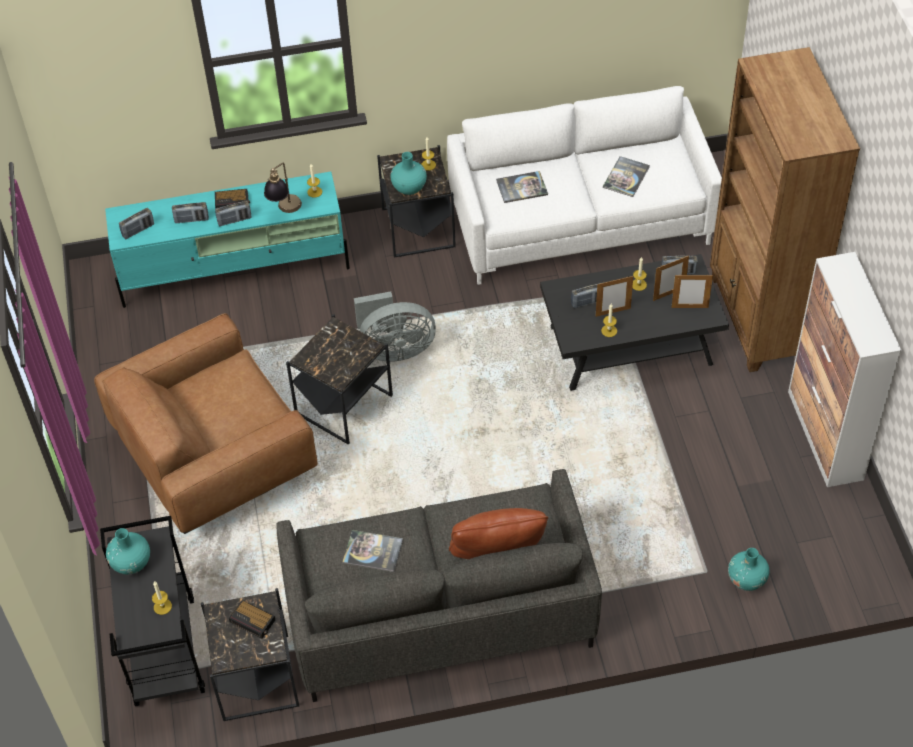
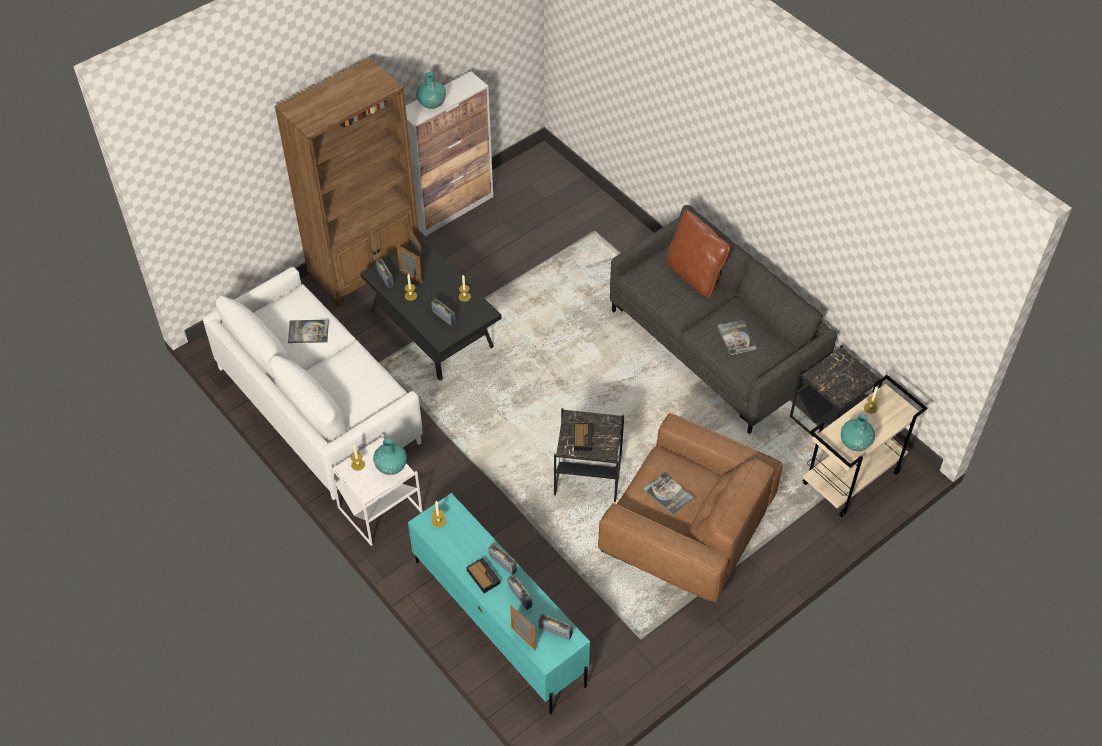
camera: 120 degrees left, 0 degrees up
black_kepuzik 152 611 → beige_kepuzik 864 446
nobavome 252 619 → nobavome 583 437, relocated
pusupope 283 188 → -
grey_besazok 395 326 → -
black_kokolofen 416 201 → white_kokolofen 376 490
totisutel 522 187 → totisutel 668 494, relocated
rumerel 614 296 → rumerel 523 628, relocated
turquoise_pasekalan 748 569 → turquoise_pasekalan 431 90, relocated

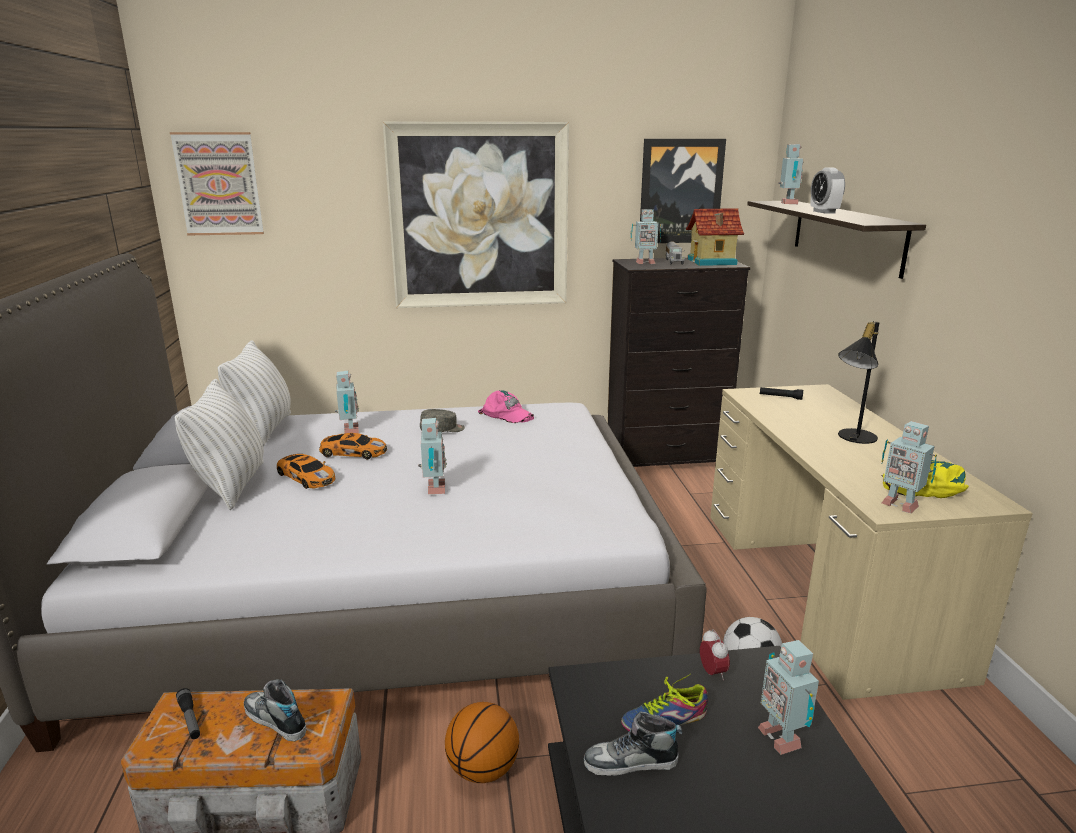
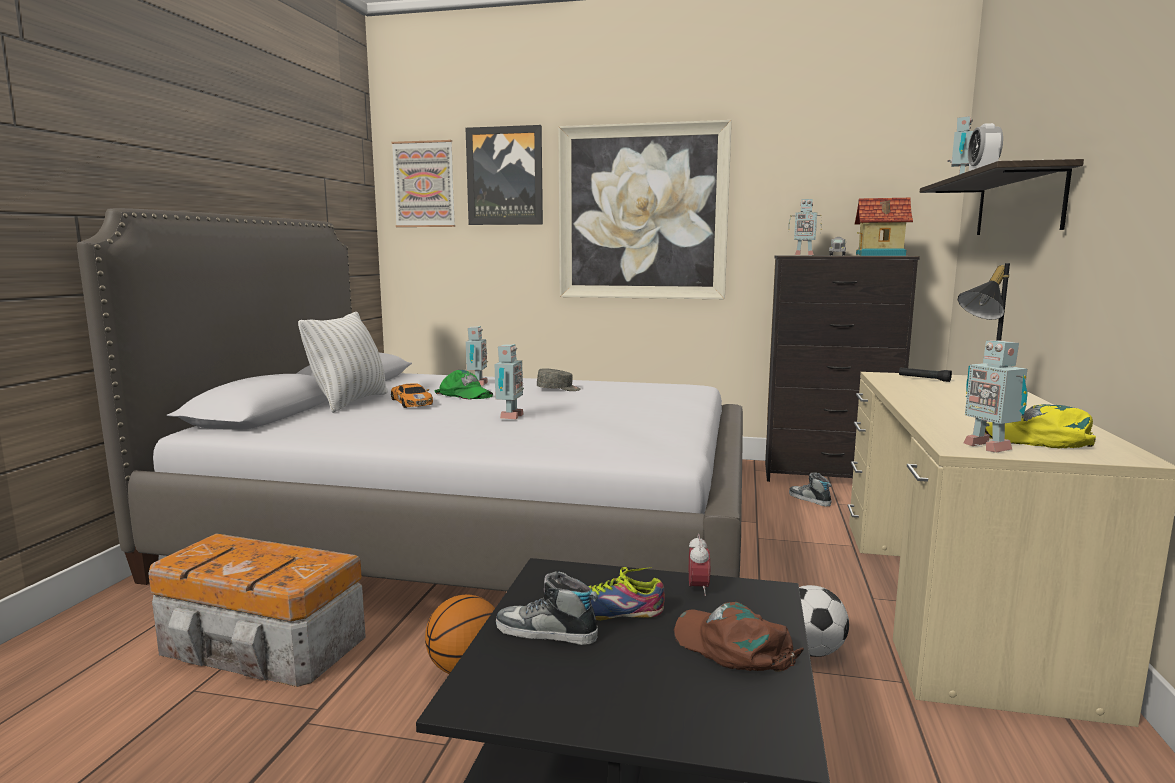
camera: 20 degrees right, 10 degrees down
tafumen 188 713 → -
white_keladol 254 393 → -
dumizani 275 710 → dumizani 810 489, relocated
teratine 353 446 → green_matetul 463 384
pink_matetul 506 406 → -
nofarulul 683 191 → nofarulul 504 175, relocated
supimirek 788 697 → brown_matetul 739 637

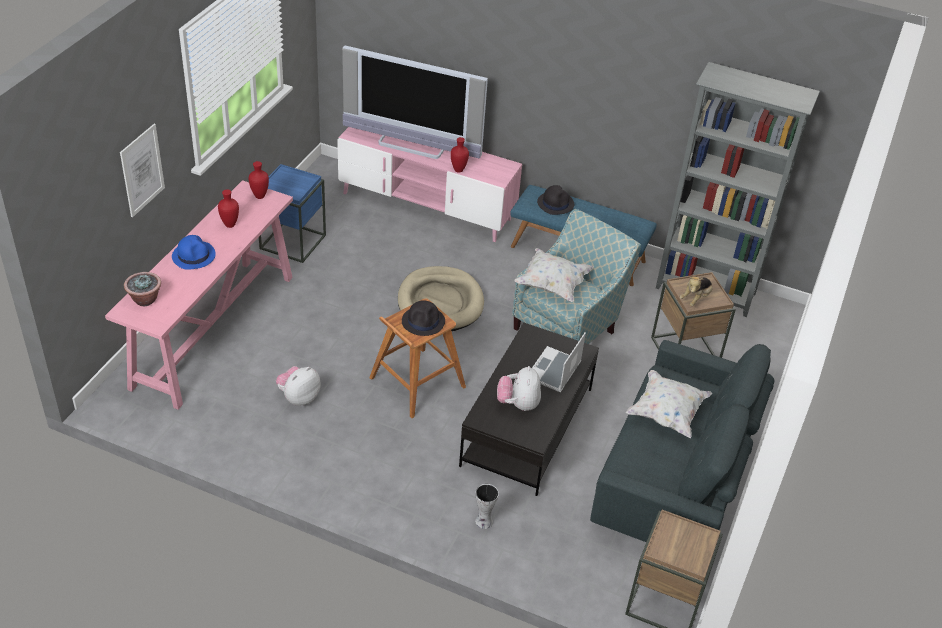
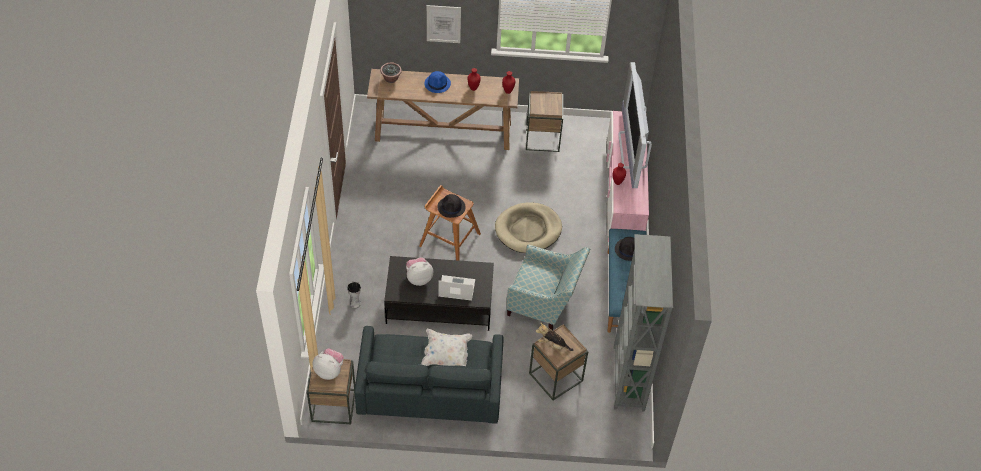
camera: 70 degrees right, 10 degrees up
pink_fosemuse 199 295 → brown_fosemuse 443 109
blue_kokolofen 292 213 → brown_kokolofen 544 121
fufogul 298 386 → fufogul 328 364, relocated
white_keladol 554 275 → -

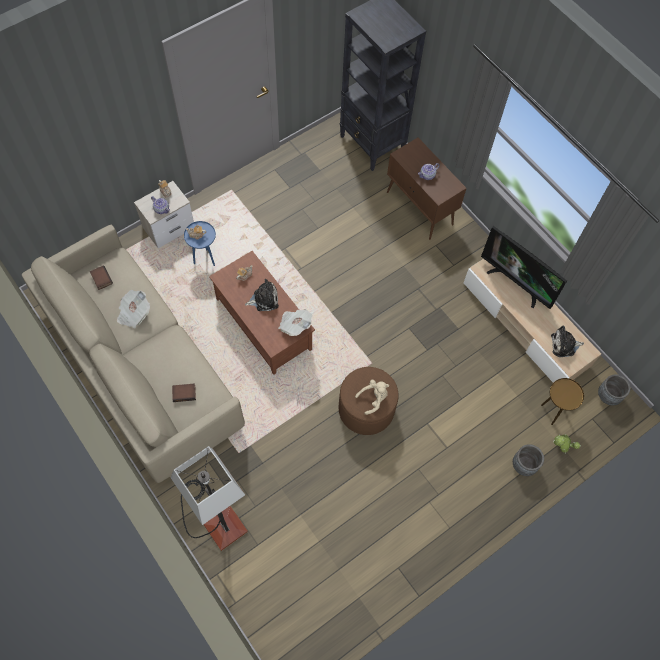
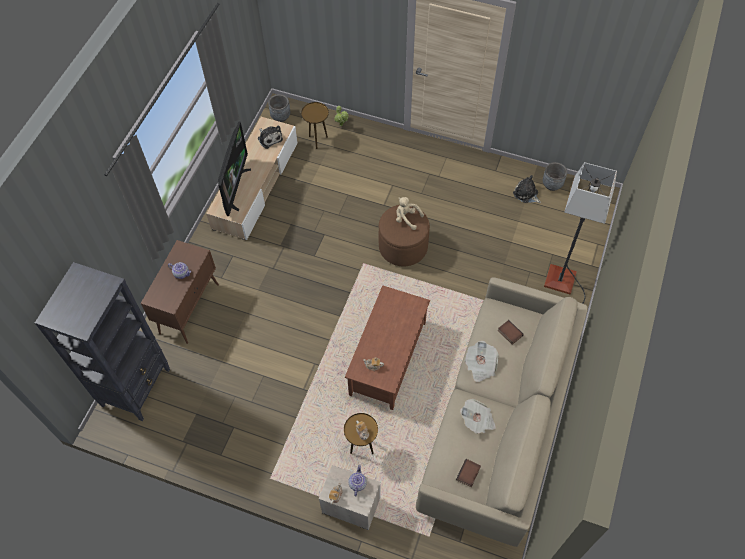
camera: 120 degrees left, 5 degrees down
blue_kokolofen 200 243 → brown_kokolofen 361 433
fufogul 262 295 → fufogul 527 189, relocated
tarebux 295 322 → tarebux 482 361, relocated
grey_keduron 528 460 → grey_keduron 554 176, relocated

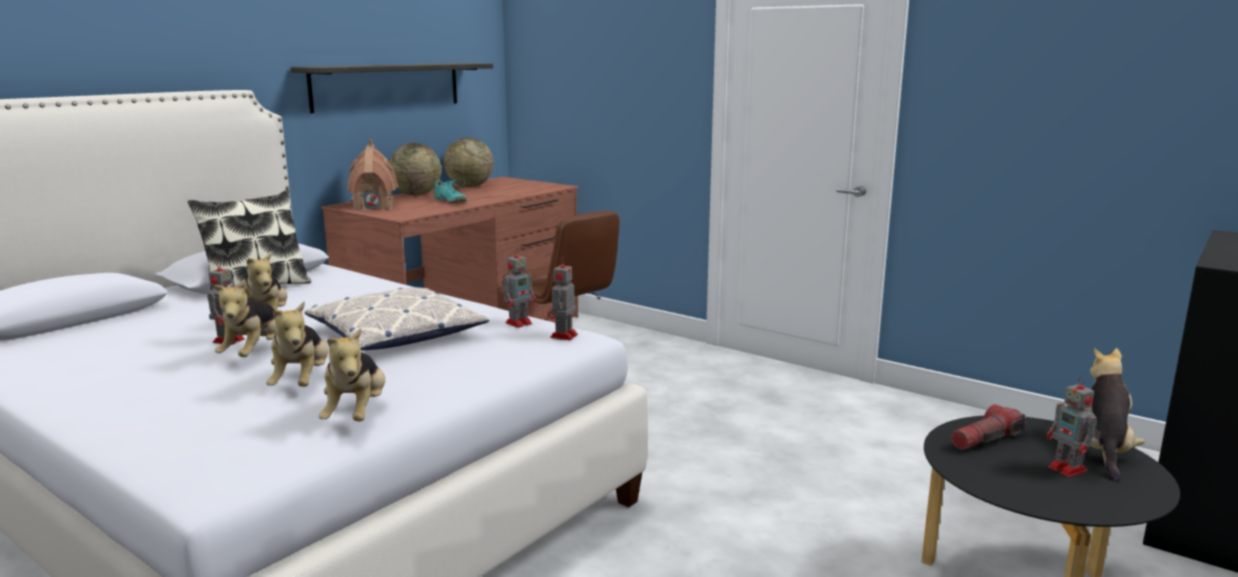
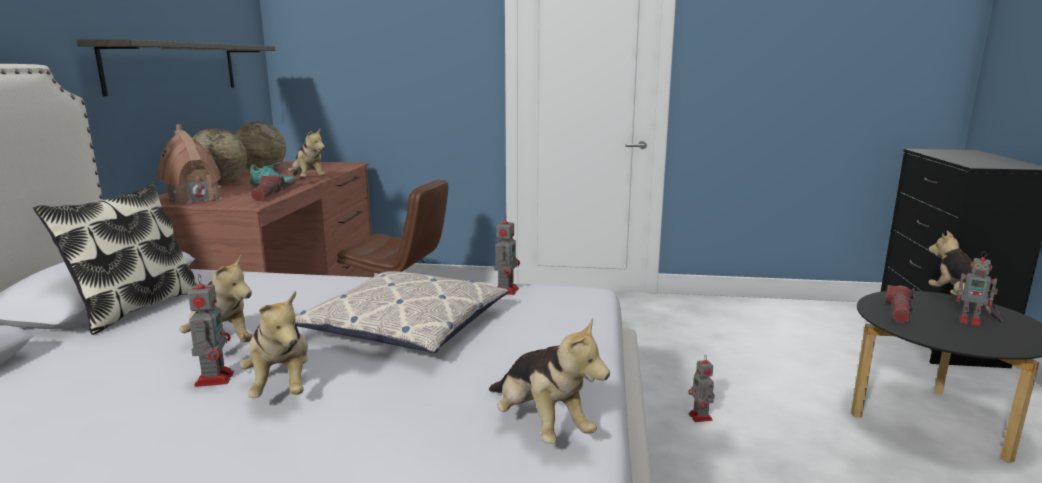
camera: 30 degrees left, 0 degrees up
fufogul 297 344 → fufogul 306 153, relocated
supimirek 562 298 → supimirek 701 388, relocated
- → tafumen 268 188

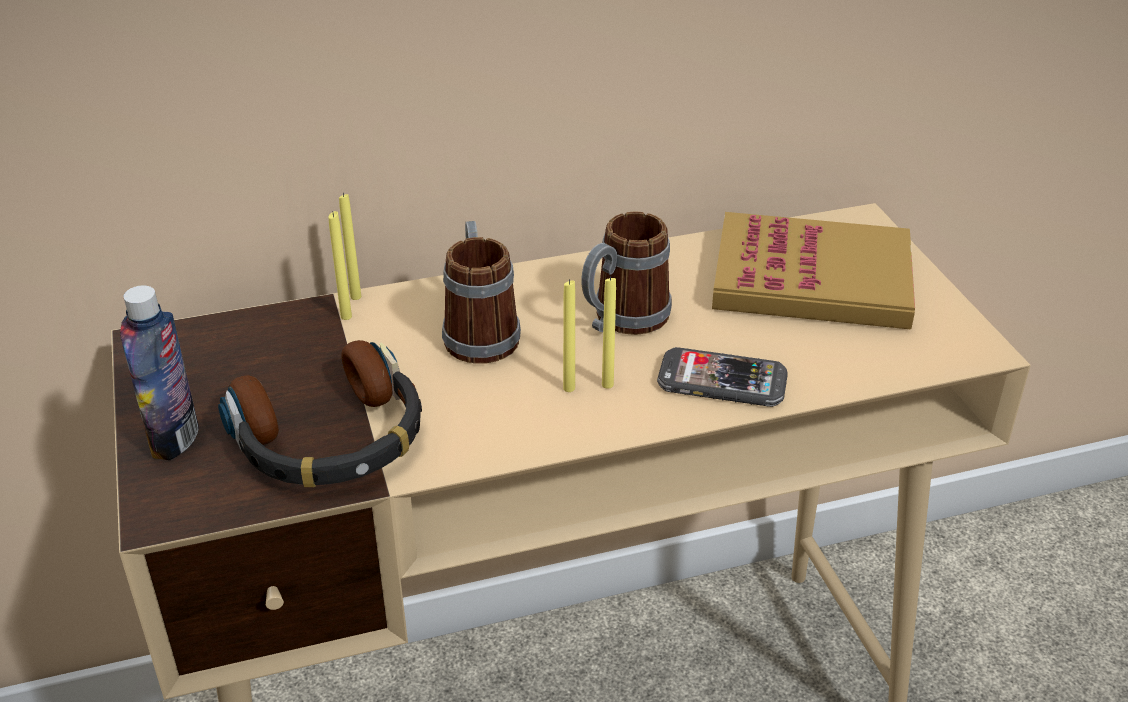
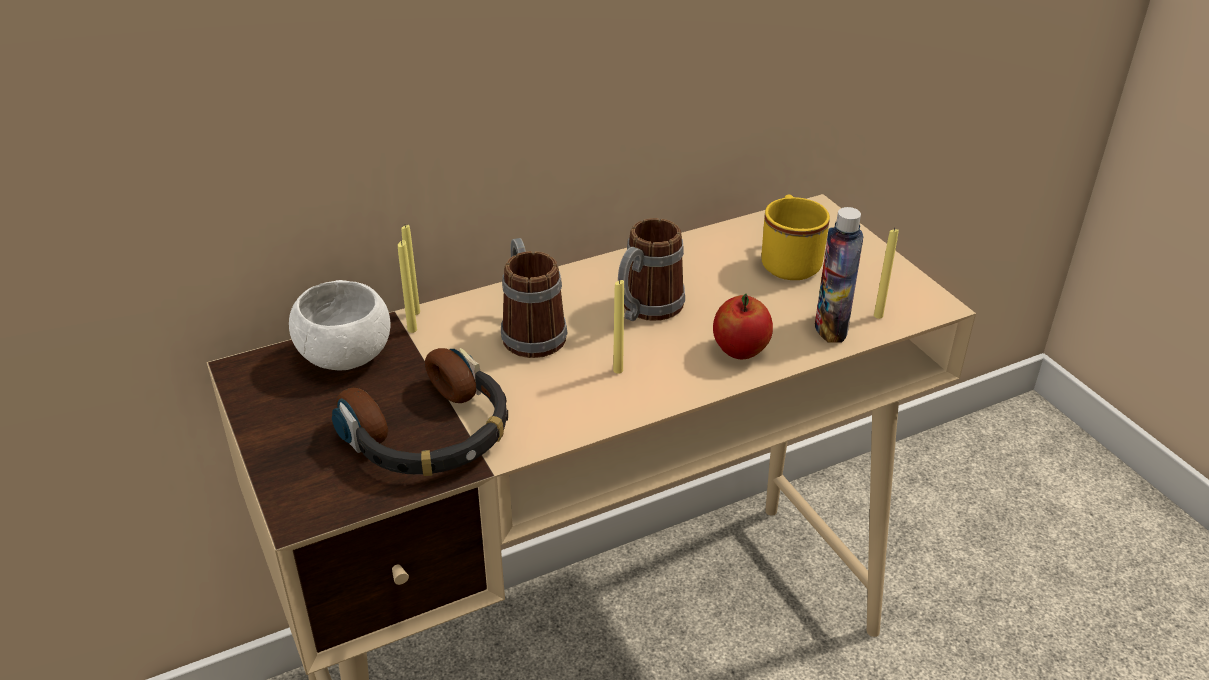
camera: 10 degrees left, 0 degrees up
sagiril 159 372 → sagiril 839 275, relocated
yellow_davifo 609 332 → yellow_davifo 886 273, relocated
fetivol 722 377 → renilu 743 326
totisutel 813 271 → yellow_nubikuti 795 237
- → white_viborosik 339 325

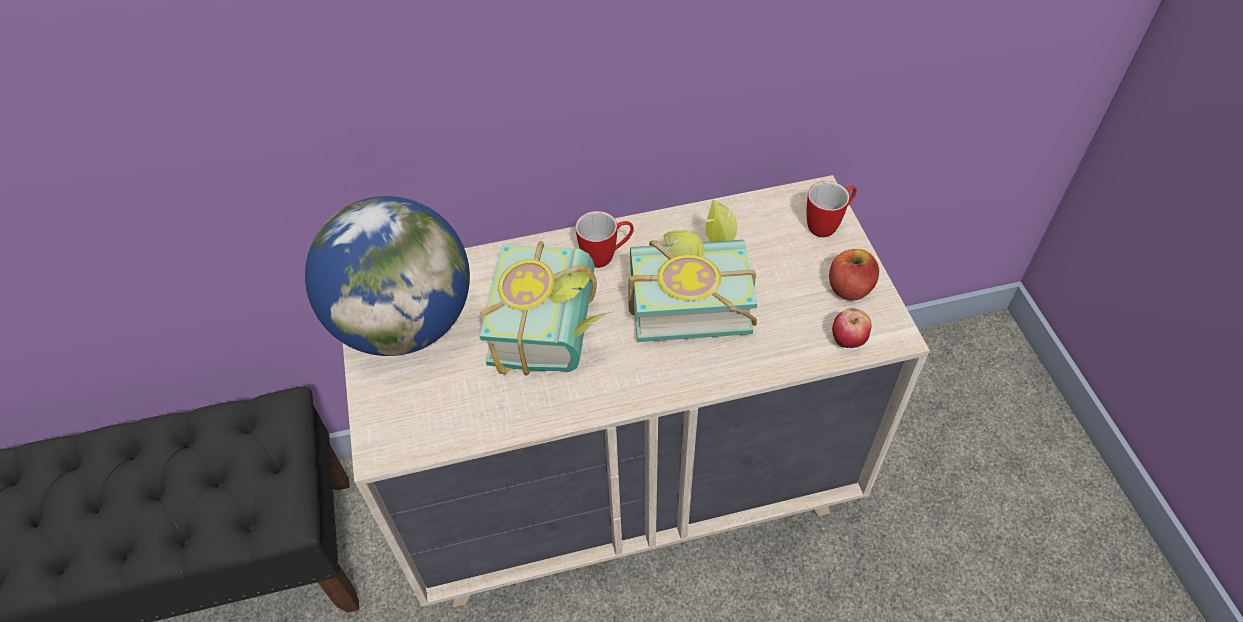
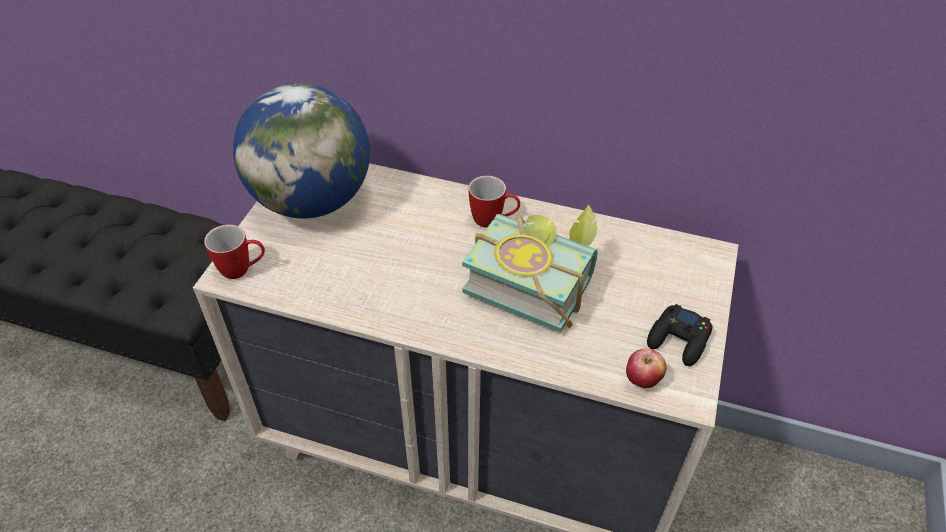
camera: 30 degrees right, 5 degrees down
totisutel 545 308 → -
nubikuti 831 209 → nubikuti 234 251, relocated
renilu 854 274 → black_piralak 679 335

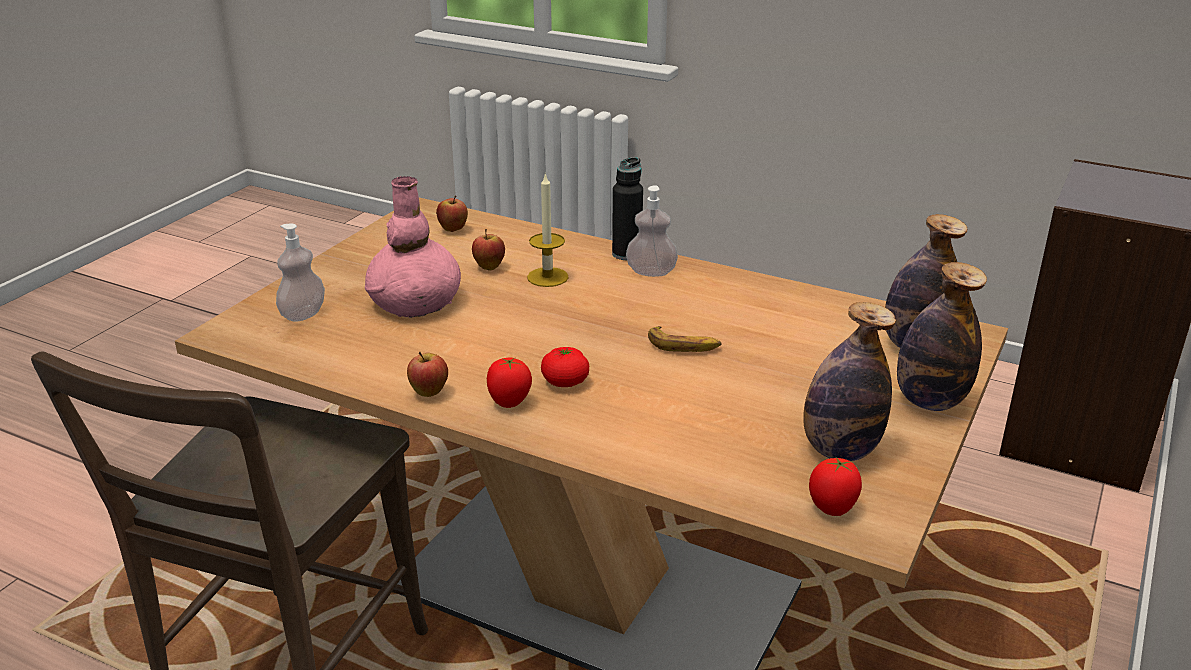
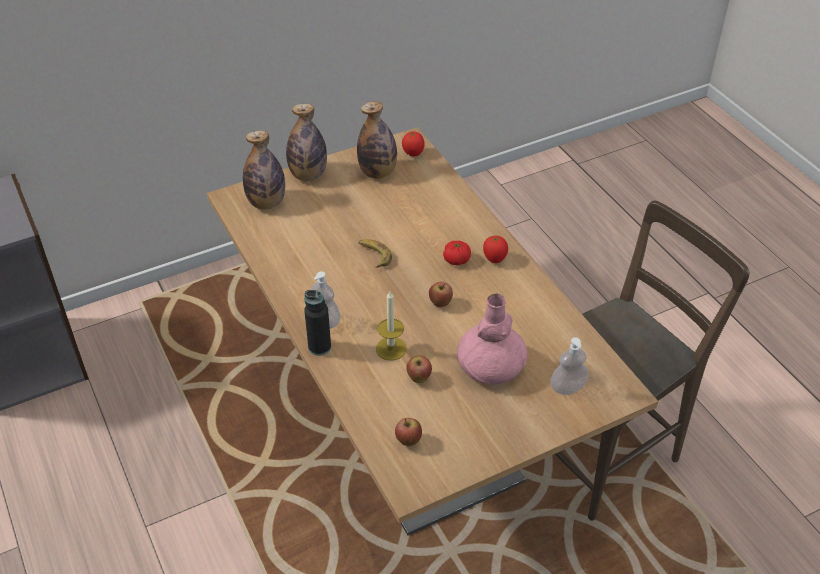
camera: 145 degrees left, 15 degrees up
renilu 427 374 → renilu 441 295, relocated

